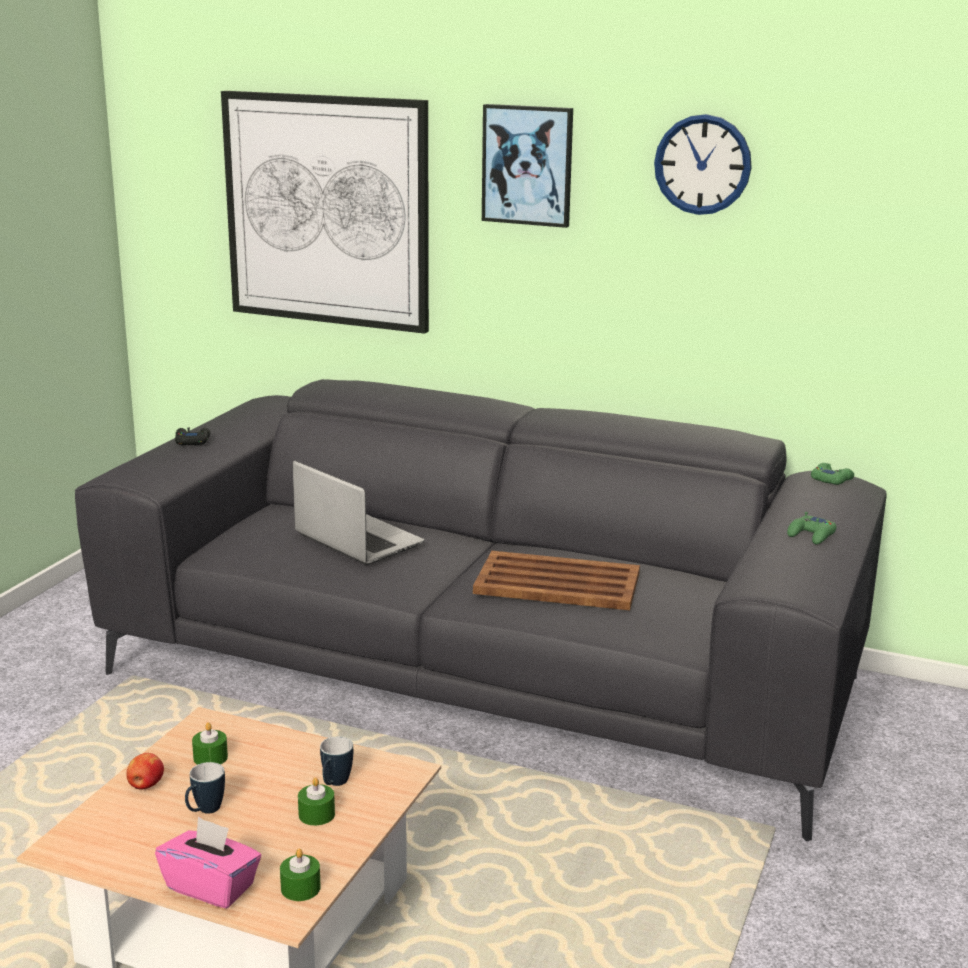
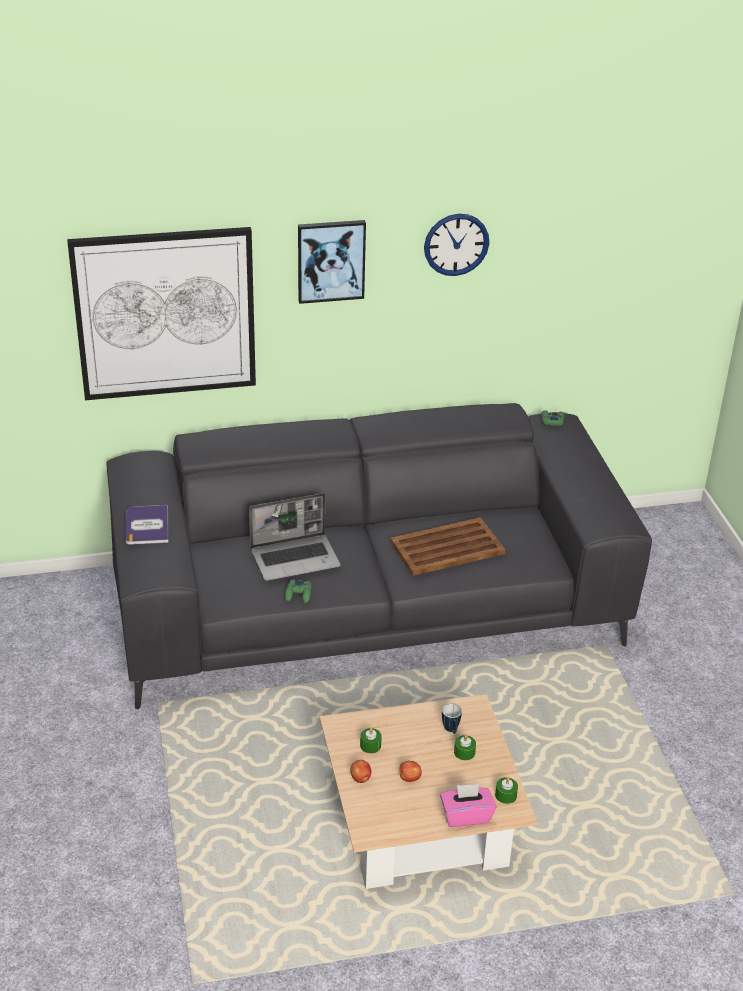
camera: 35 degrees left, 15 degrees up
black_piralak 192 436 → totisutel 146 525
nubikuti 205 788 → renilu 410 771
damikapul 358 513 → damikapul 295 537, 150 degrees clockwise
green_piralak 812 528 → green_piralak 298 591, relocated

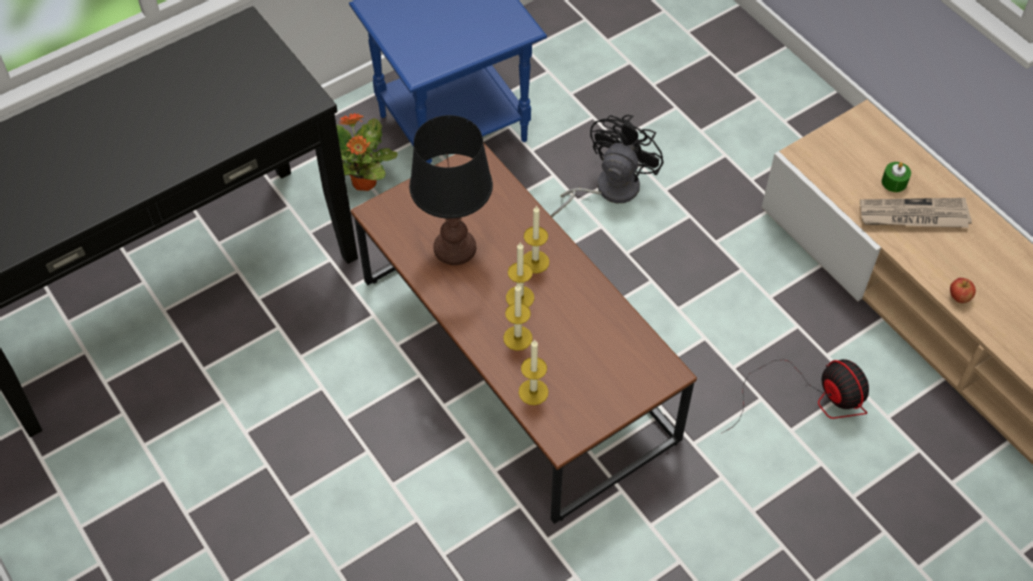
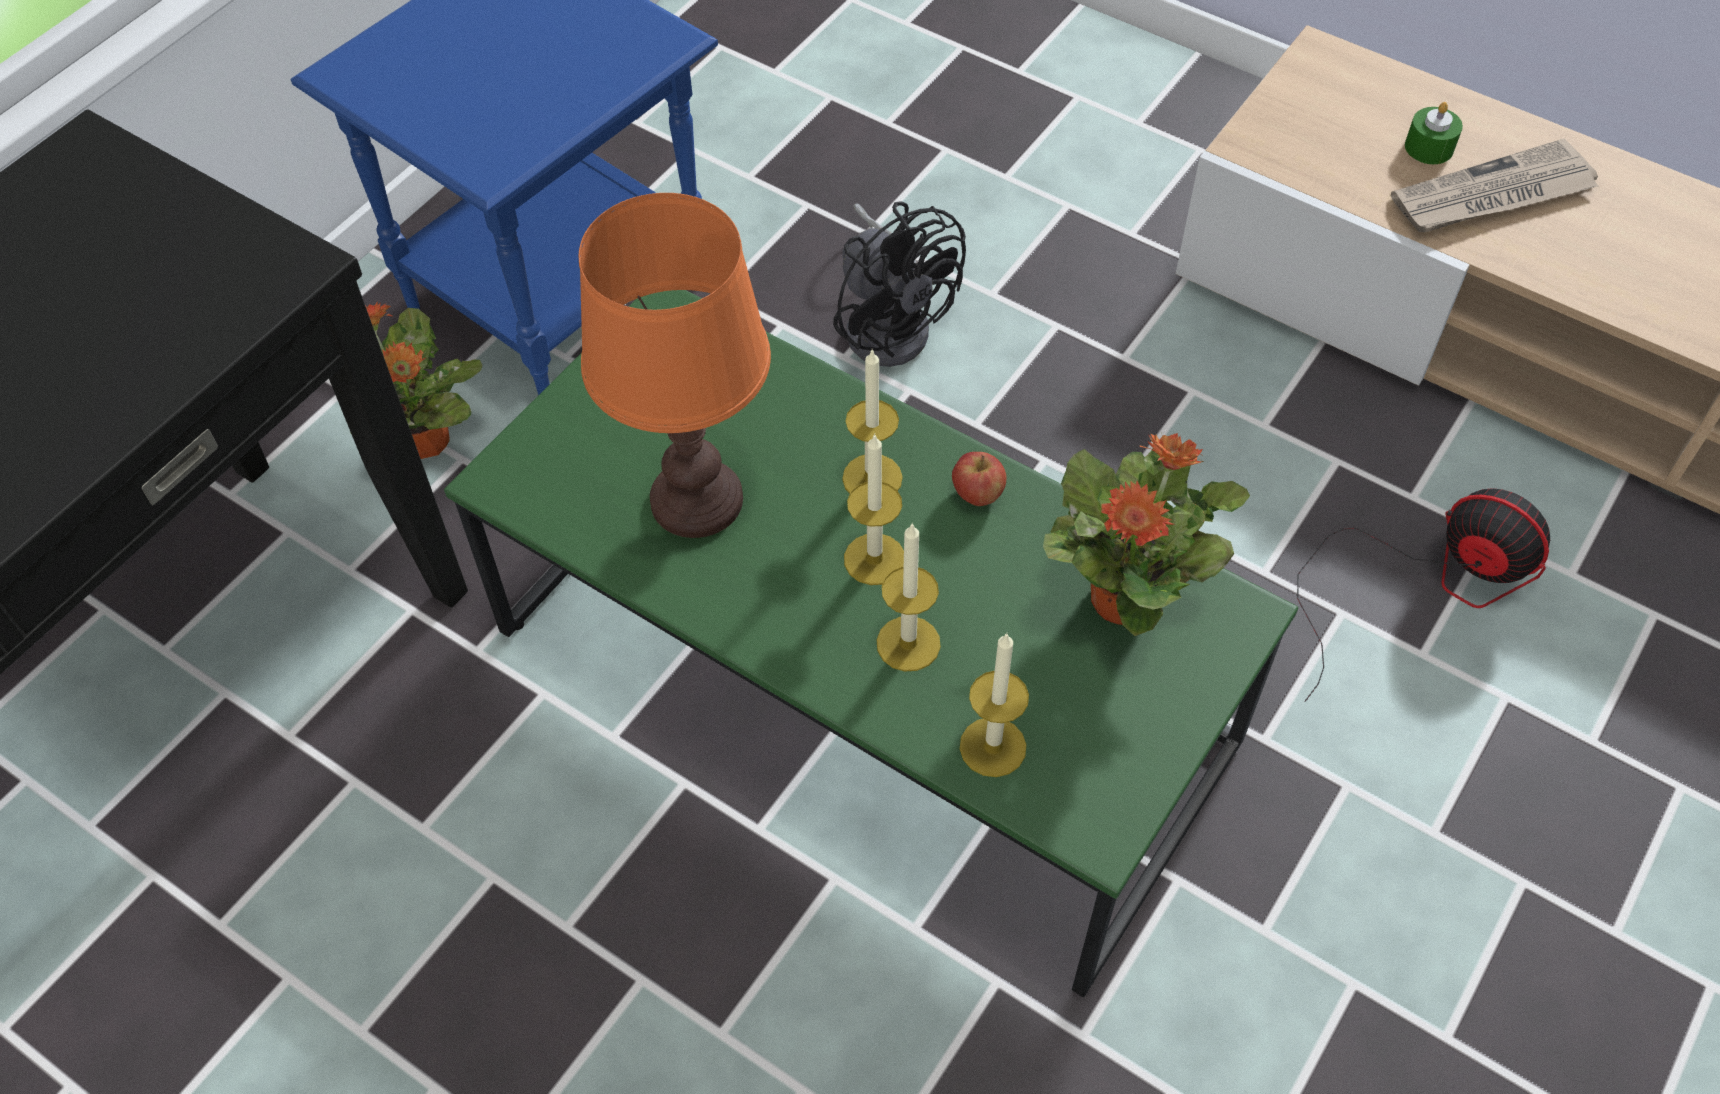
camera: 20 degrees left, 0 degrees up
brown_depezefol 524 333 → green_depezefol 871 643
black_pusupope 451 190 → orange_pusupope 675 365
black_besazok 607 166 → black_besazok 899 284, 135 degrees clockwise
renilu 963 290 → renilu 979 479, relocated
- → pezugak 1146 534

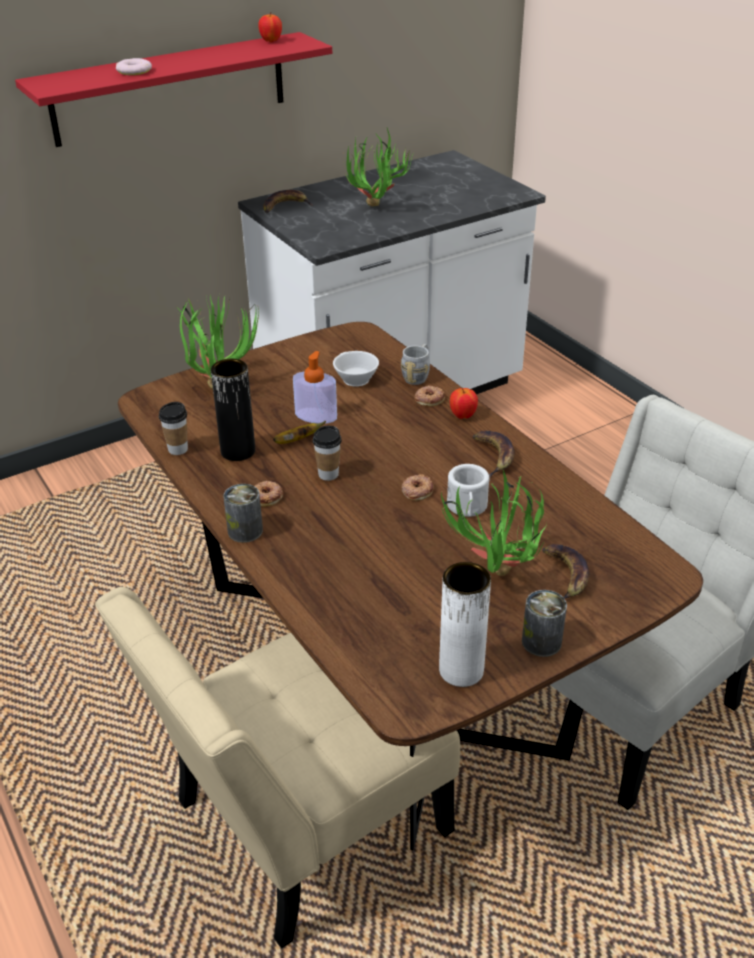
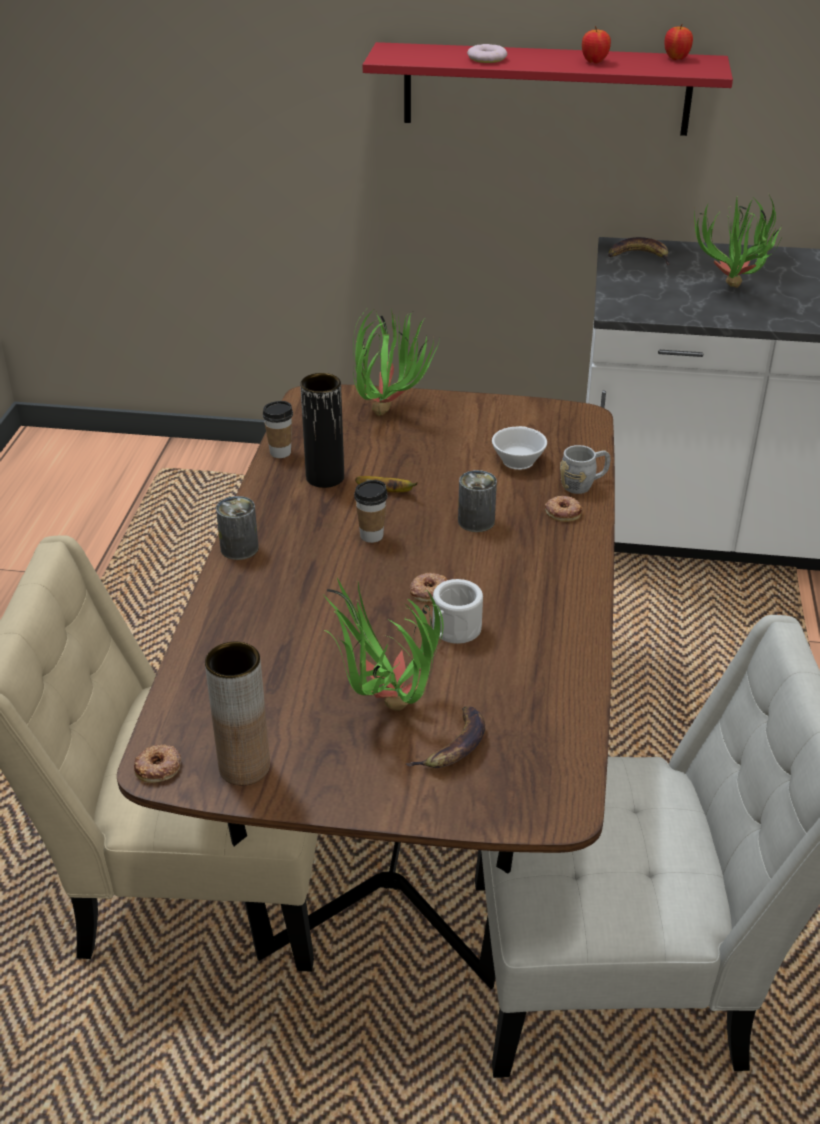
camera: 40 degrees right, 0 degrees up
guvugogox 269 494 → guvugogox 157 763, relocated
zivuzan 315 387 → -
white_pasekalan 465 624 → brown_pasekalan 237 713
renilu 464 403 → renilu 596 45, relocated
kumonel 494 454 → -
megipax 544 623 → megipax 477 501, relocated

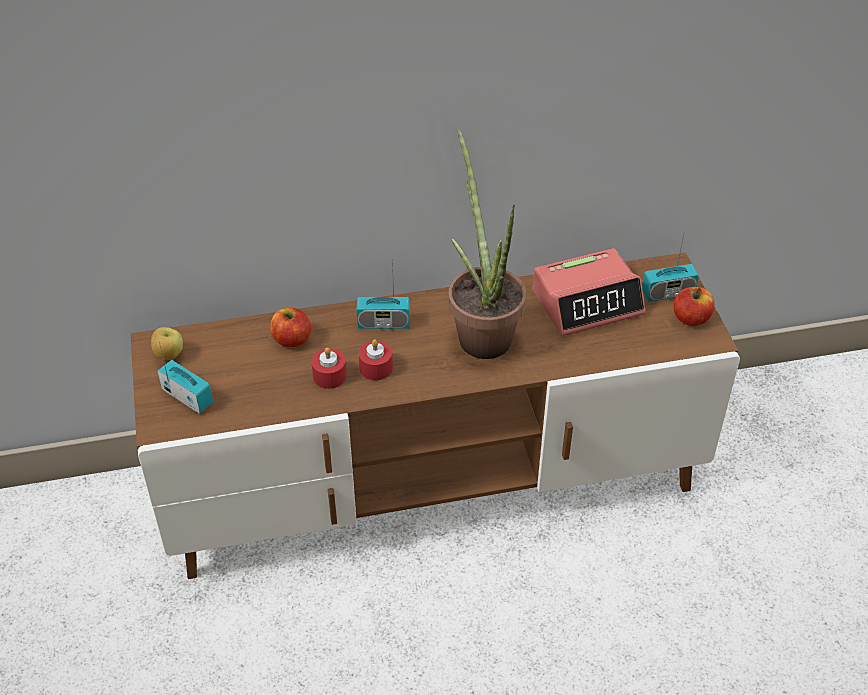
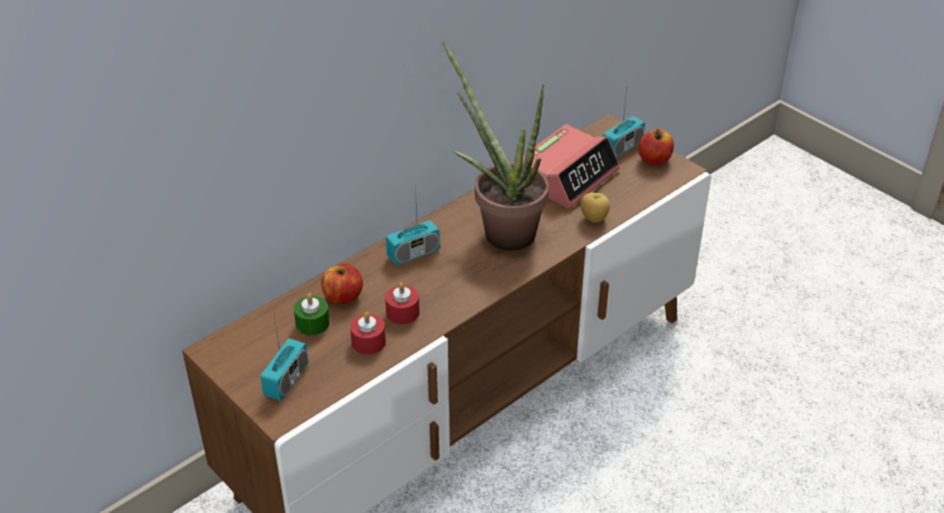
camera: 30 degrees left, 5 degrees down
renilu 167 343 → renilu 595 208, relocated
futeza 185 378 → futeza 284 354, 105 degrees clockwise
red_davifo 376 359 → red_davifo 368 333, relocated
- → green_davifo 312 314

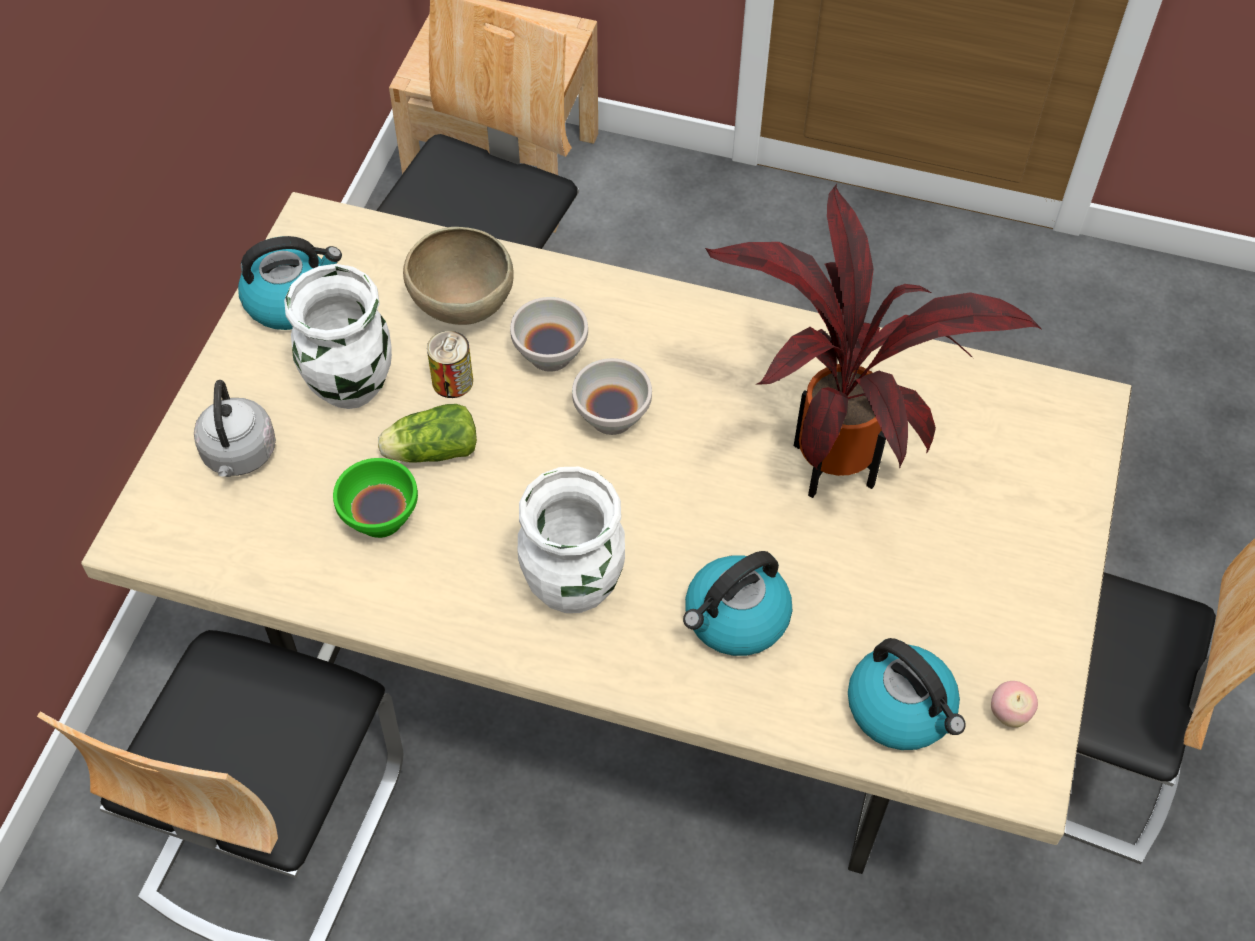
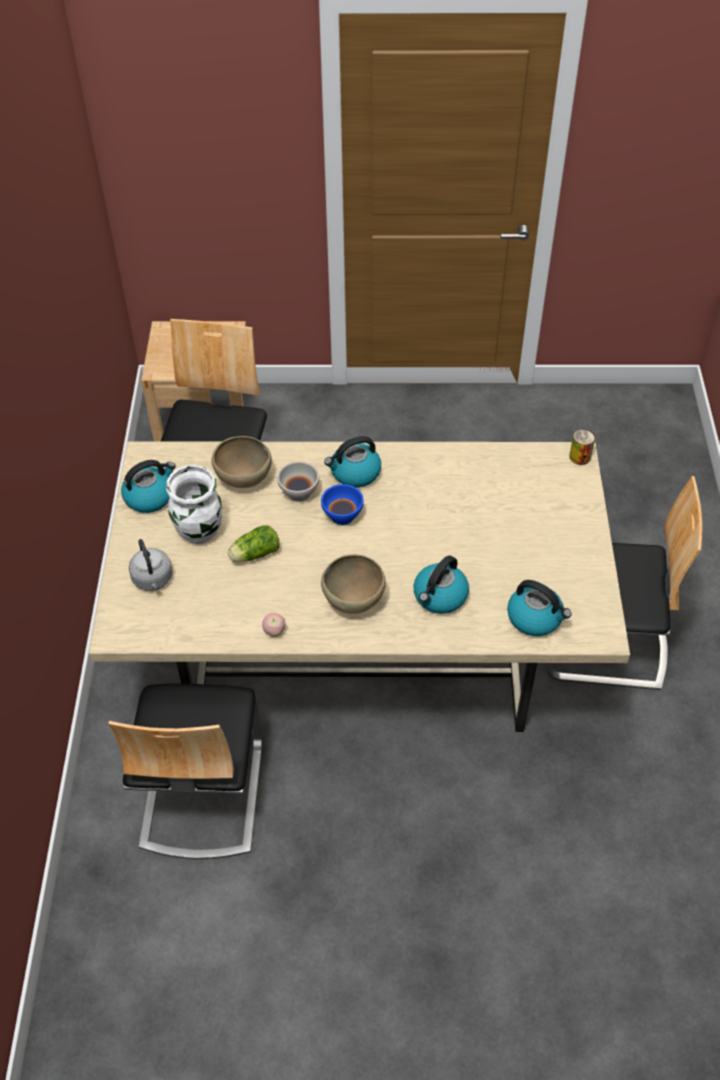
camera: 15 degrees left, 5 degrees down
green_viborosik 375 498 → -
megipax 450 364 → megipax 582 447, relocated
white_pasekalan 571 540 → brown_viborosik 353 584
white_viborosik 612 396 → blue_viborosik 342 504
pezugak 873 341 → -
renilu 1014 704 → renilu 273 625, relocated
- → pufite 352 462

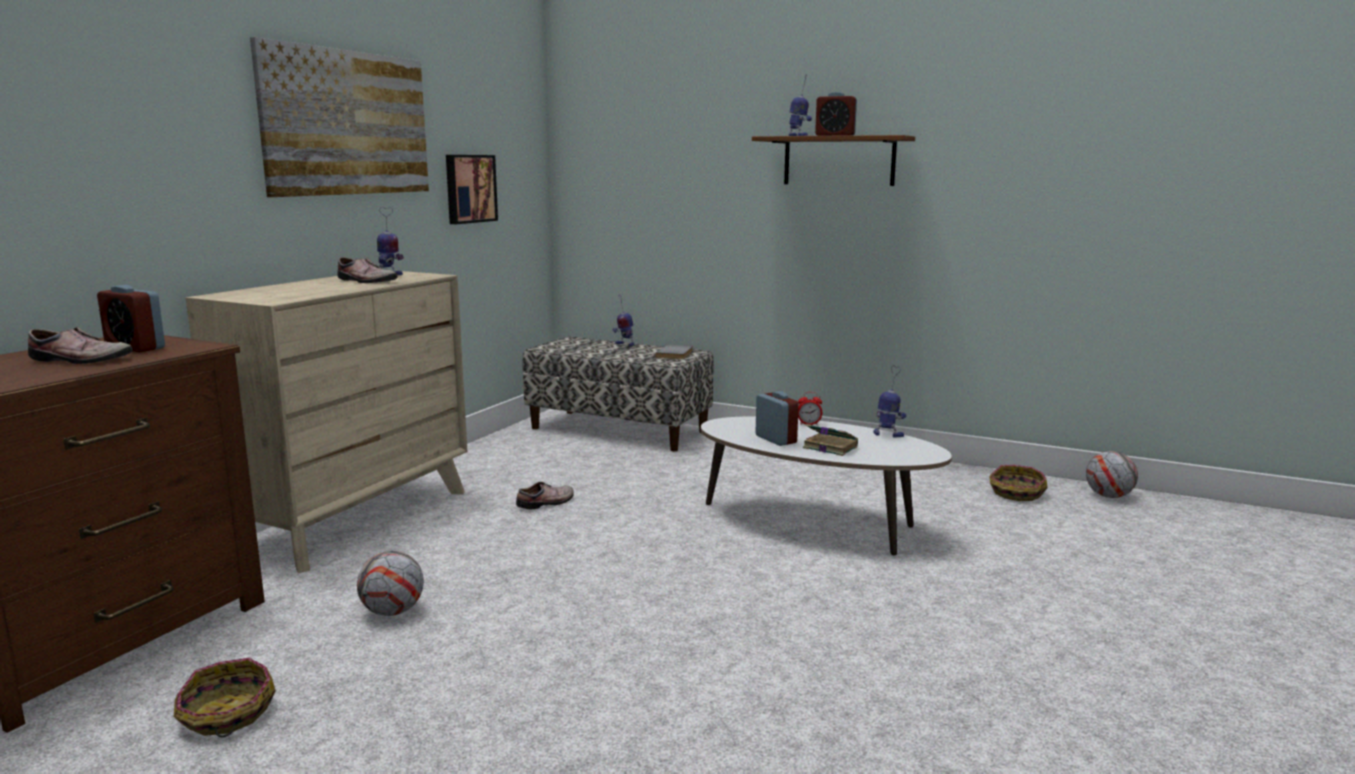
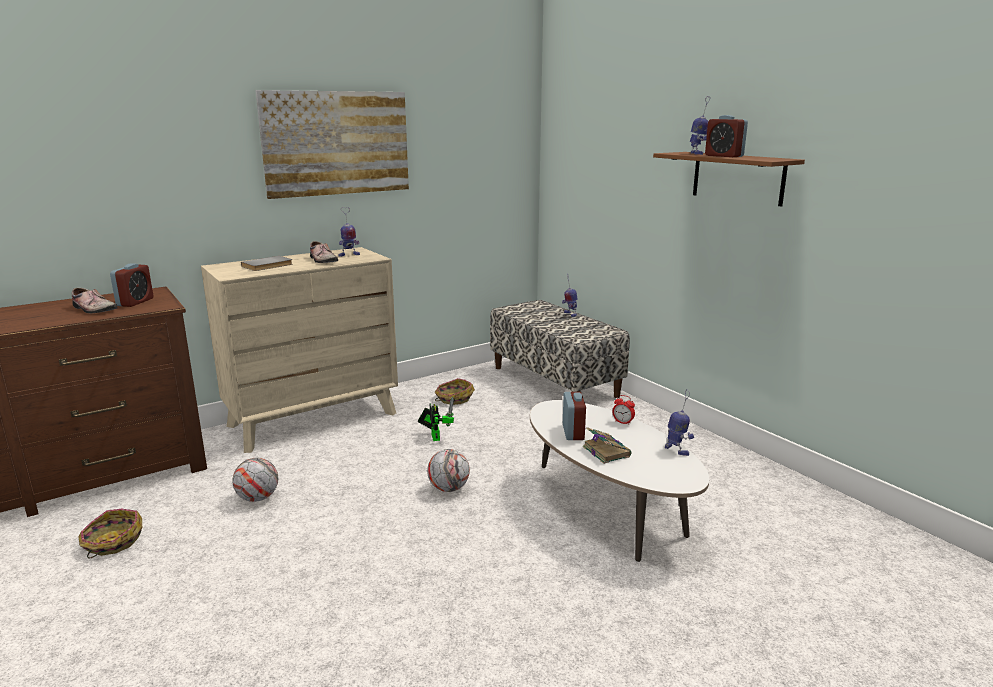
camera: 30 degrees right, 5 degrees up
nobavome 131 318 → nobavome 131 285, 135 degrees counterclockwise
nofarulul 472 189 → -
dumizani 545 495 → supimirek 436 419
grey_totisutel 674 351 → grey_totisutel 267 263, relocated
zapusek 1018 483 → zapusek 455 391, relocated
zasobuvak 1112 474 → zasobuvak 448 470, relocated

